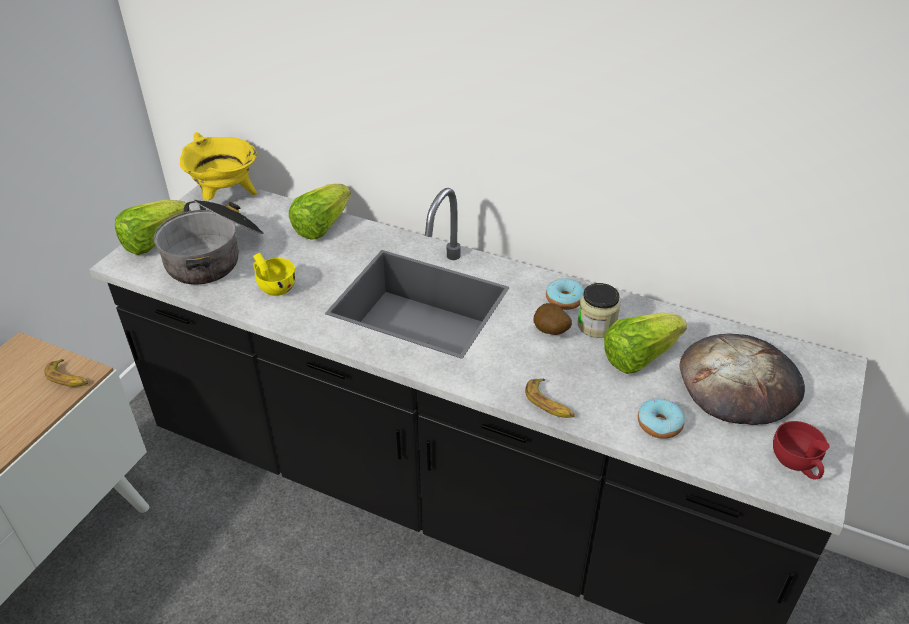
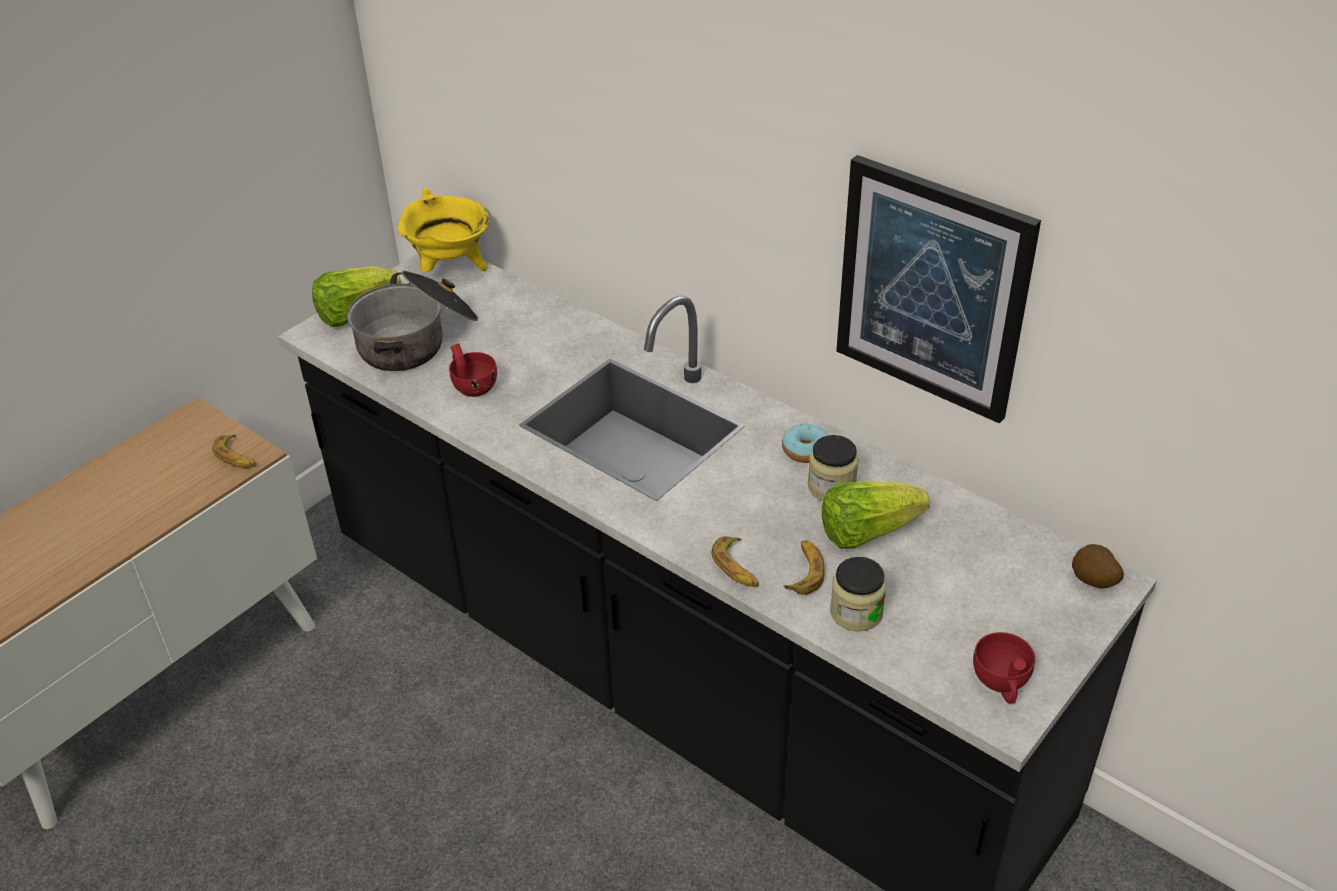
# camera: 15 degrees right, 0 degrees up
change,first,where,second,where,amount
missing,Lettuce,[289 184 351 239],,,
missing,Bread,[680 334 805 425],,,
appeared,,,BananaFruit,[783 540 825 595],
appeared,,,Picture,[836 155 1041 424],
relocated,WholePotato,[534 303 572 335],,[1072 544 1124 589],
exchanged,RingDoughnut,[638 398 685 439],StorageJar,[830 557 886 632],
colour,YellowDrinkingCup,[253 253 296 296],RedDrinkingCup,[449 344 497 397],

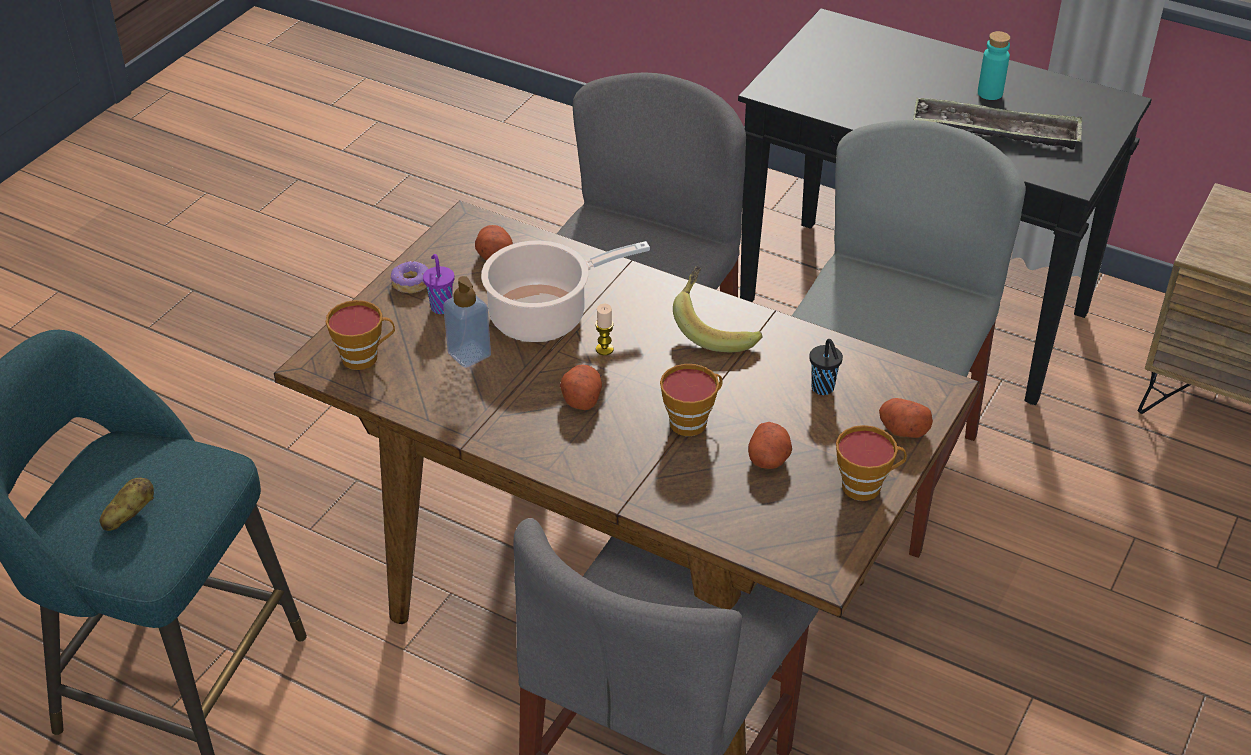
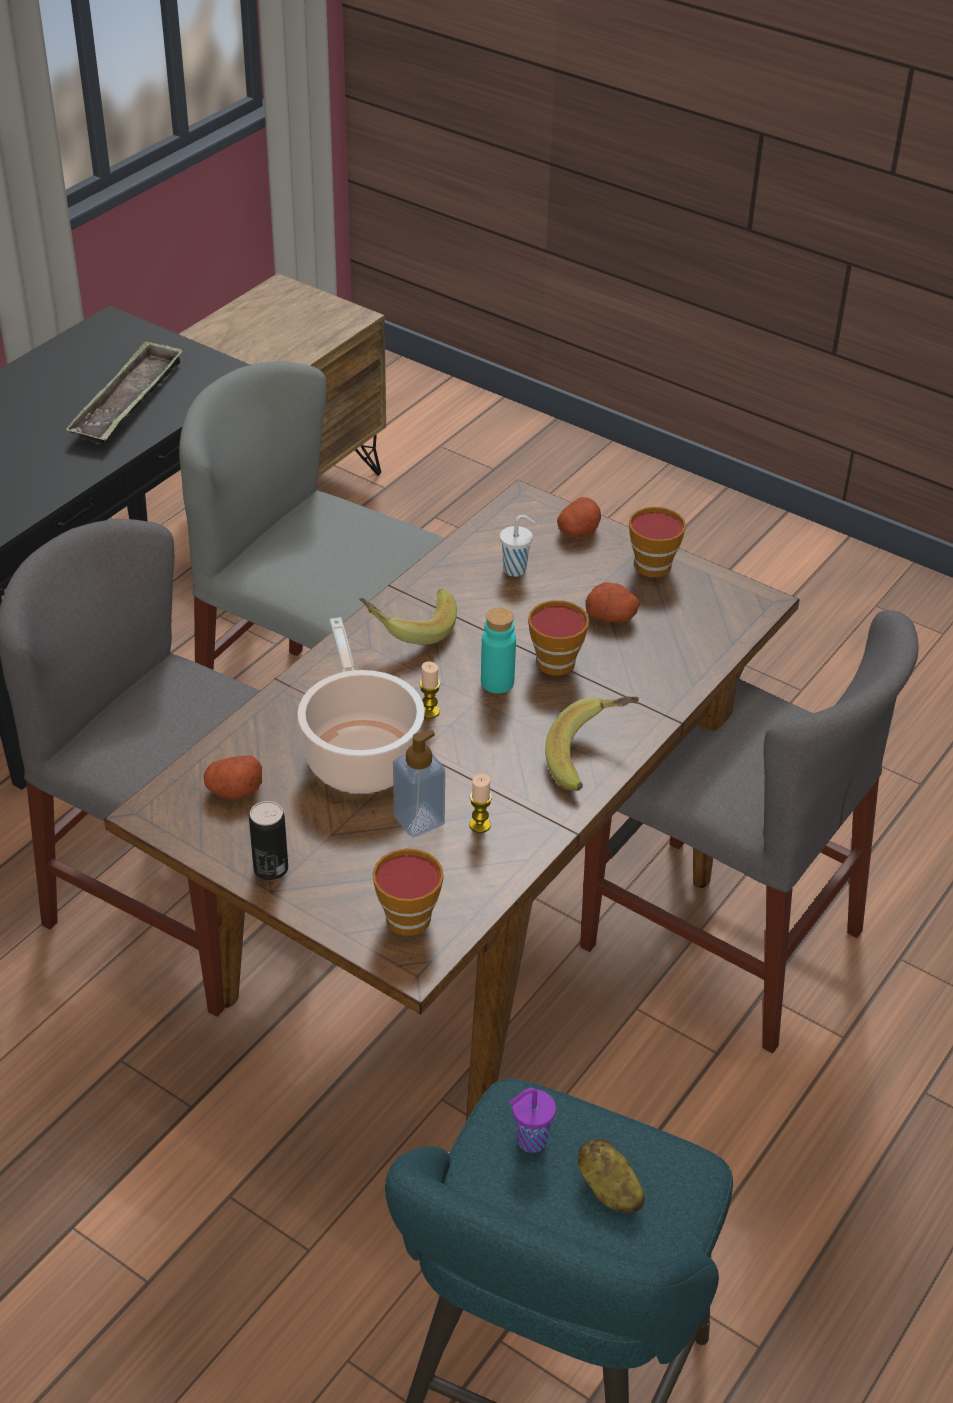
# camera: 85 degrees left, 0 degrees up
change,first,where,second,where,amount
missing,WholePotato,[560 364 602 410],,,
appeared,,,Candle,[469 774 492 833],
appeared,,,BananaFruit,[545 696 639 791],
relocated,PurpleColouredDrinkingCup,[423 254 454 314],,[509 1088 556 1153],
relocated,TurquoiseBottle,[978 31 1010 100],,[481 608 516 693],
exchanged,RingDoughnut,[390 261 428 293],SealedCan,[249 801 288 880],
colour,BlackColouredDrinkingCup,[809 339 843 395],WhiteDrinkingCup,[500 515 536 577],

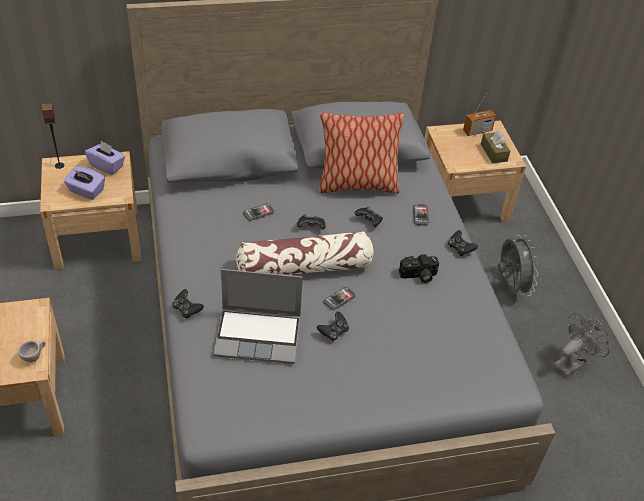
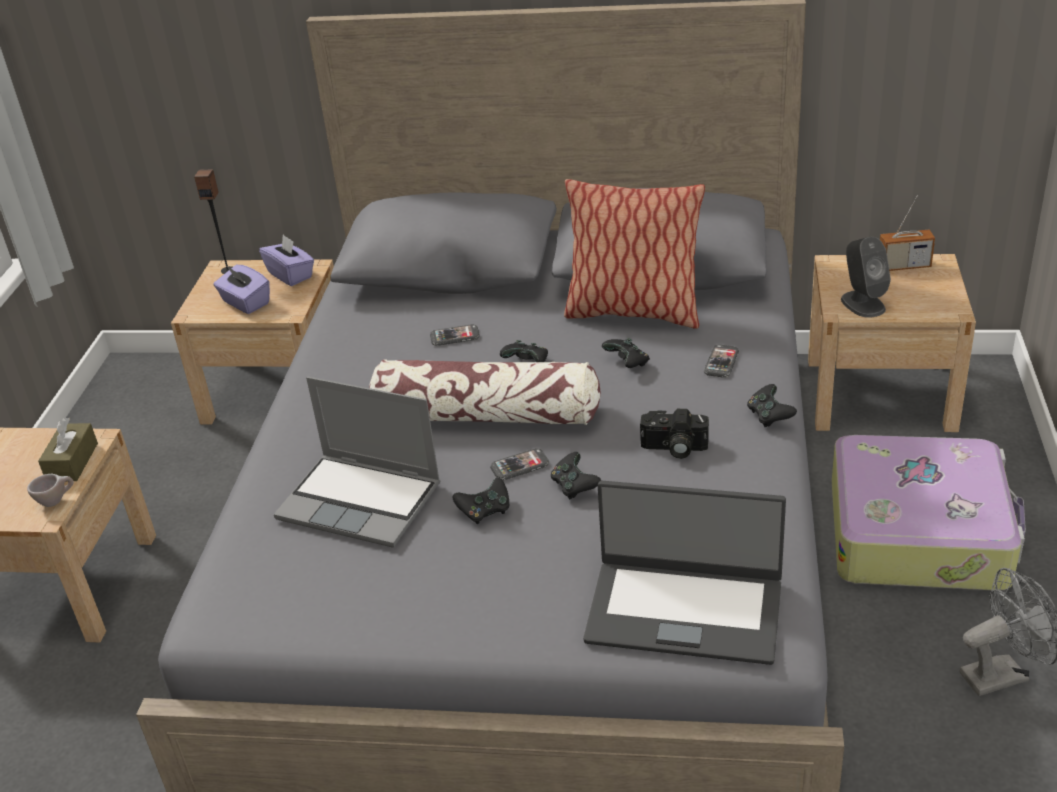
# camera: 25 degrees right, 10 degrees down
change,first,where,second,where,amount
appeared,,,Laptop,[583 481 786 665],
appeared,,,GreyLoudspeaker,[841 237 891 318],
relocated,BlackColouredGameController,[172 289 204 319],,[551 452 601 499],
relocated,BrownTissueHolder,[481 130 510 164],,[38 418 98 481],
exchanged,GreyElectricFan,[498 235 538 296],Suitcase,[832 435 1026 590],

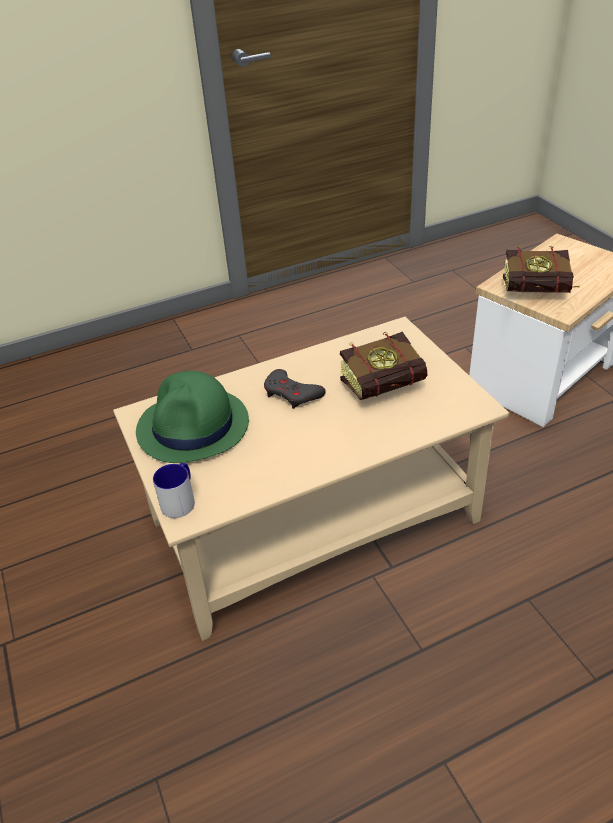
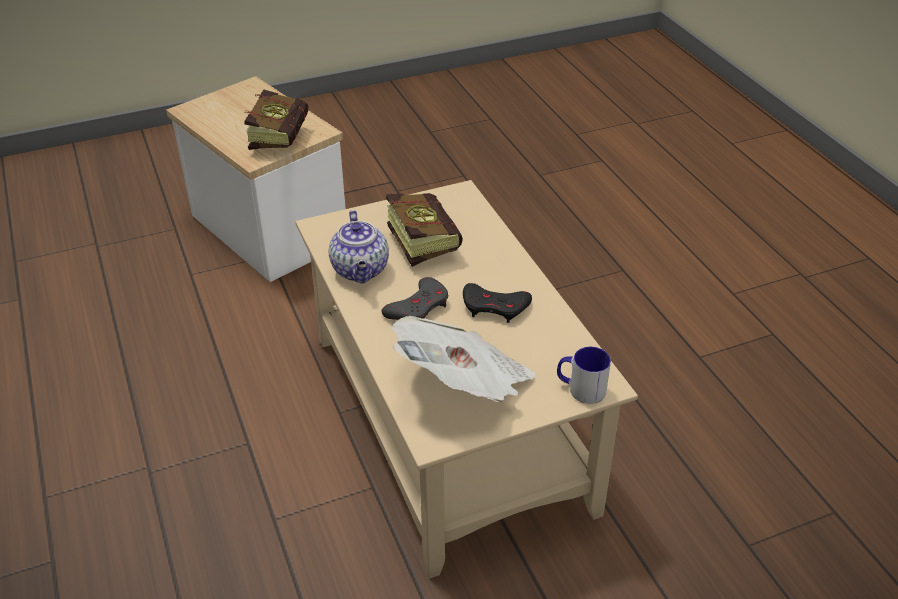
# camera: 90 degrees left, 0 degrees up
change,first,where,second,where,amount
appeared,,,TeaPot,[329 210 389 283],
appeared,,,BlackColouredGameController,[463 283 532 323],
exchanged,GreenColouredWearableHat,[136 371 249 463],PrintedPaper,[391 316 536 402],

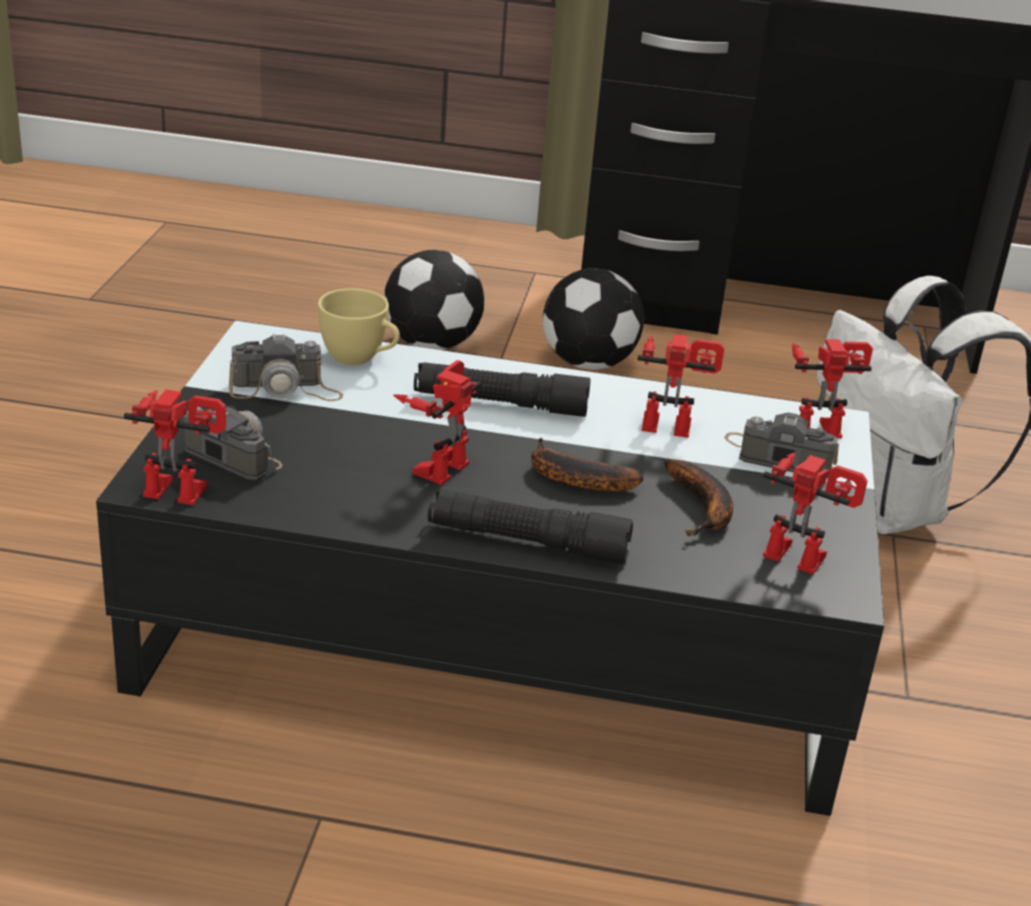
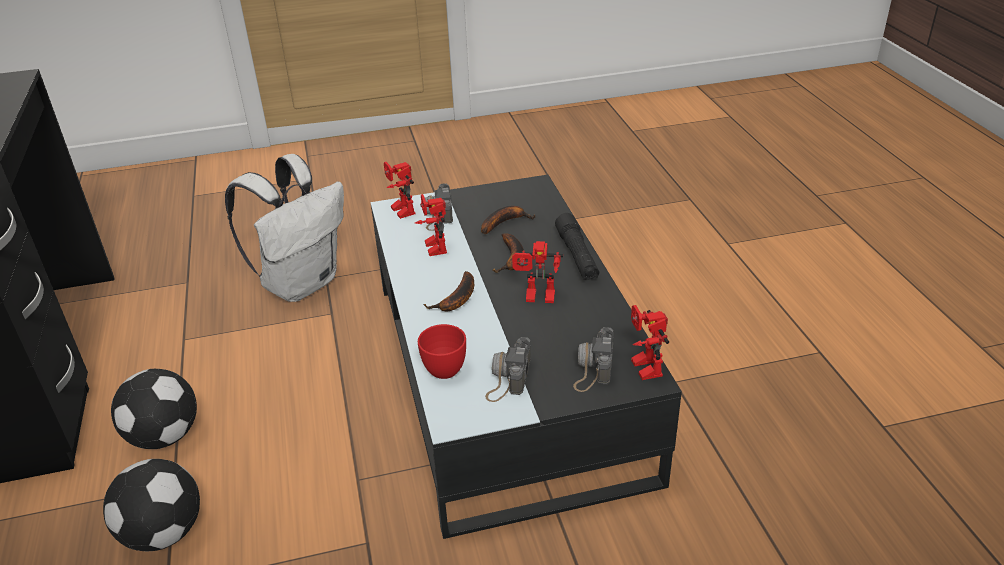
# camera: 110 degrees left, 5 degrees up
change,first,where,second,where,amount
missing,ModelRobot,[763 453 868 574],,,
exchanged,BlackColouredFlashlight,[414 362 591 417],BananaFruit,[424 271 474 311],
colour,YellowDrinkingCup,[318 288 400 365],RedDrinkingCup,[418 324 466 379],
spun,StillCamera,[229 333 343 401],,[485 337 531 402],135 degrees counterclockwise

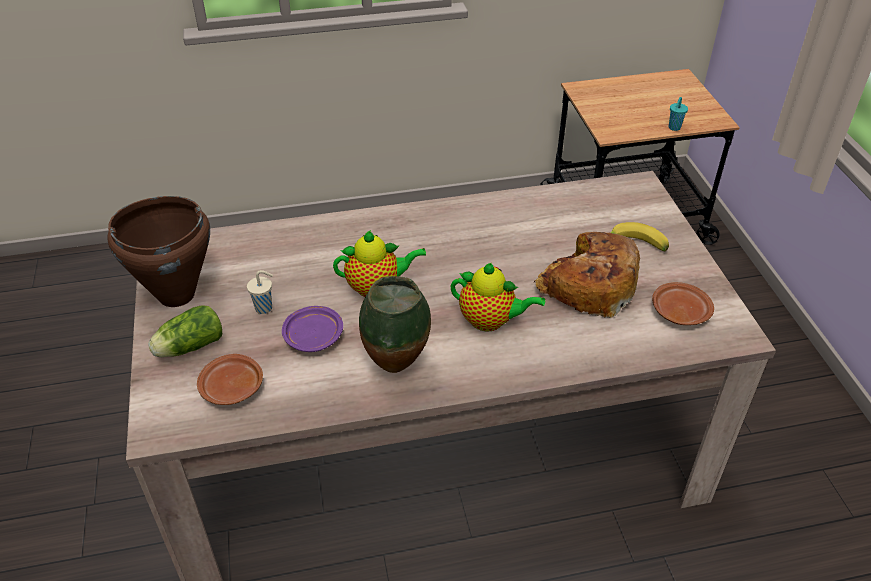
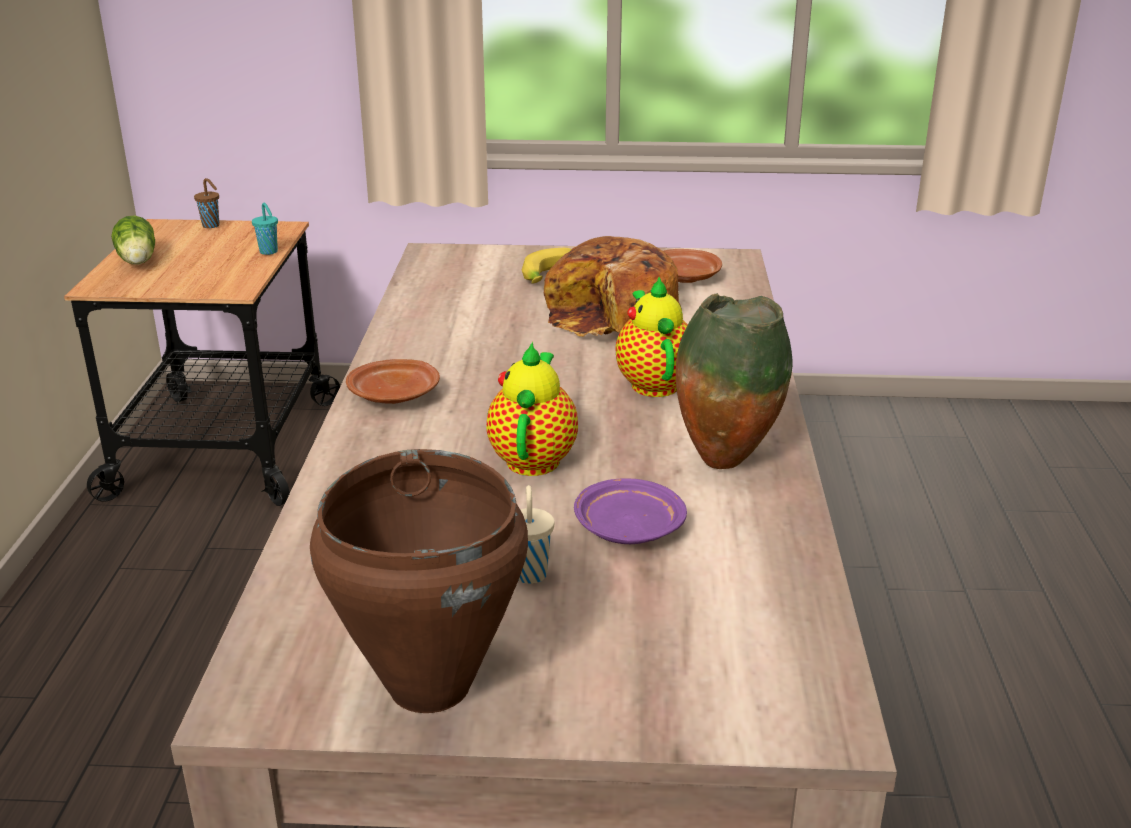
# camera: 75 degrees left, 15 degrees down
change,first,where,second,where,amount
appeared,,,BrownDrinkingCup,[194 178 219 228],
relocated,Lettuce,[148 305 222 357],,[111 215 155 265],
relocated,BrownFlatDish,[197 354 263 405],,[346 359 440 404],
spun,TeaPot,[451 263 545 331],,[615 277 688 397],45 degrees counterclockwise

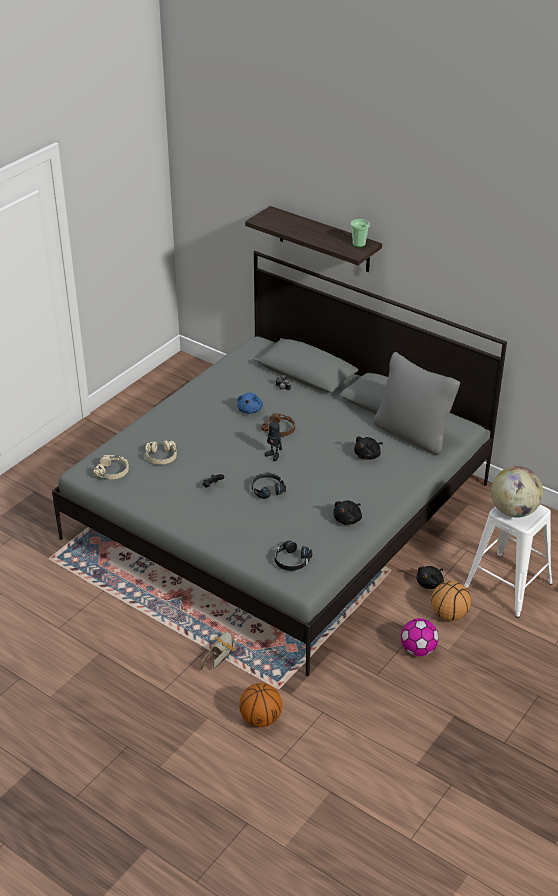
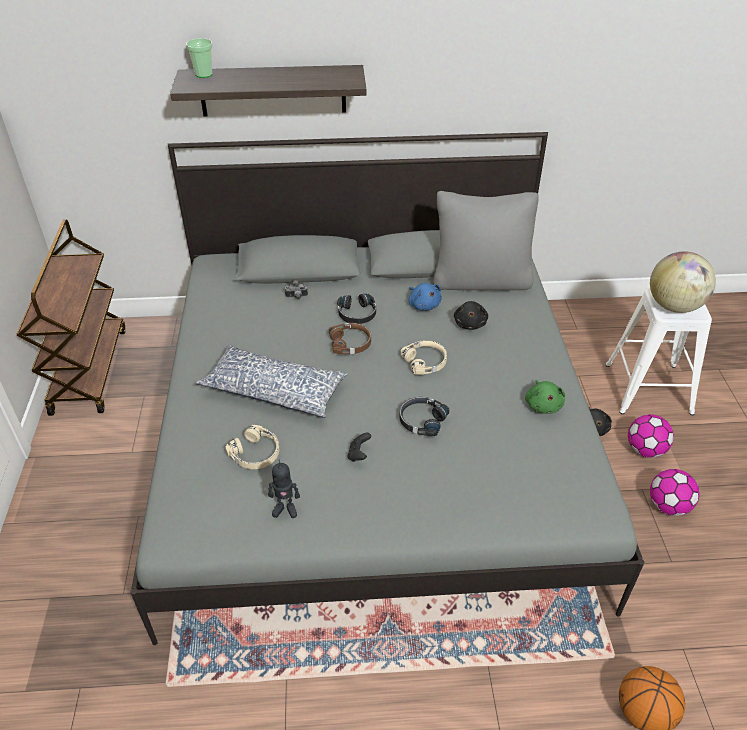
# camera: 40 degrees left, 5 degrees up
change,first,where,second,where,amount
missing,Shoe,[201 632 236 670],,,
appeared,,,BrownWheeledCart,[17 220 125 416],
appeared,,,ThrowPillow,[196 344 348 418],
relocated,BeigeColouredPairOfHeadphones,[93 455 129 479],,[400 340 447 375],
relocated,BlueSoftToy,[237 393 263 414],,[408 283 442 311],
relocated,ModelRobot,[265 421 282 461],,[268 459 300 518],
relocated,BlackColouredPairOfHeadphones,[275 540 312 571],,[337 294 376 324],
relocated,DrinkingCup,[351 219 370 247],,[186 38 213 78],
exchanged,BallForBasketball,[431 581 471 621],Football,[628 414 674 458],
colour,BlackColouredSoftToy,[333 500 362 525],GreenColouredSoftToy,[525 380 565 414],

